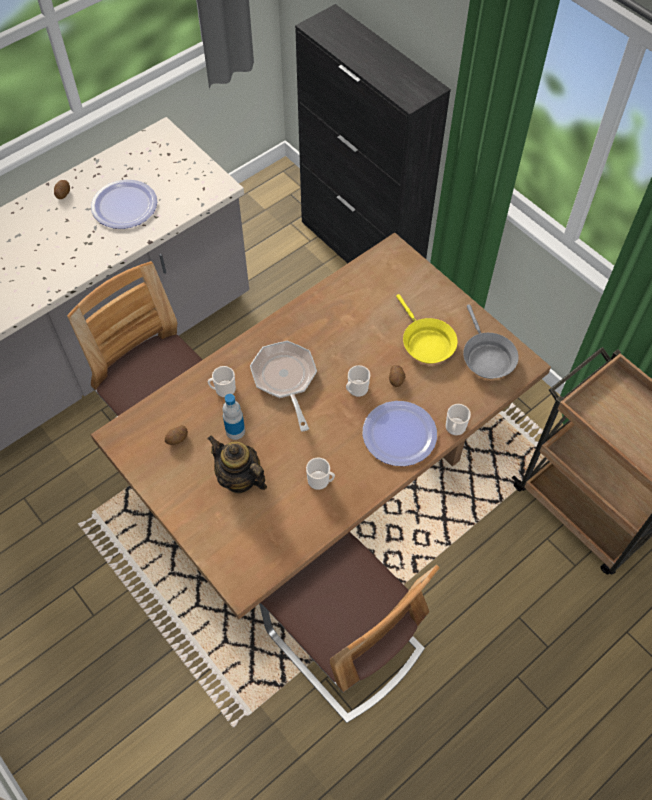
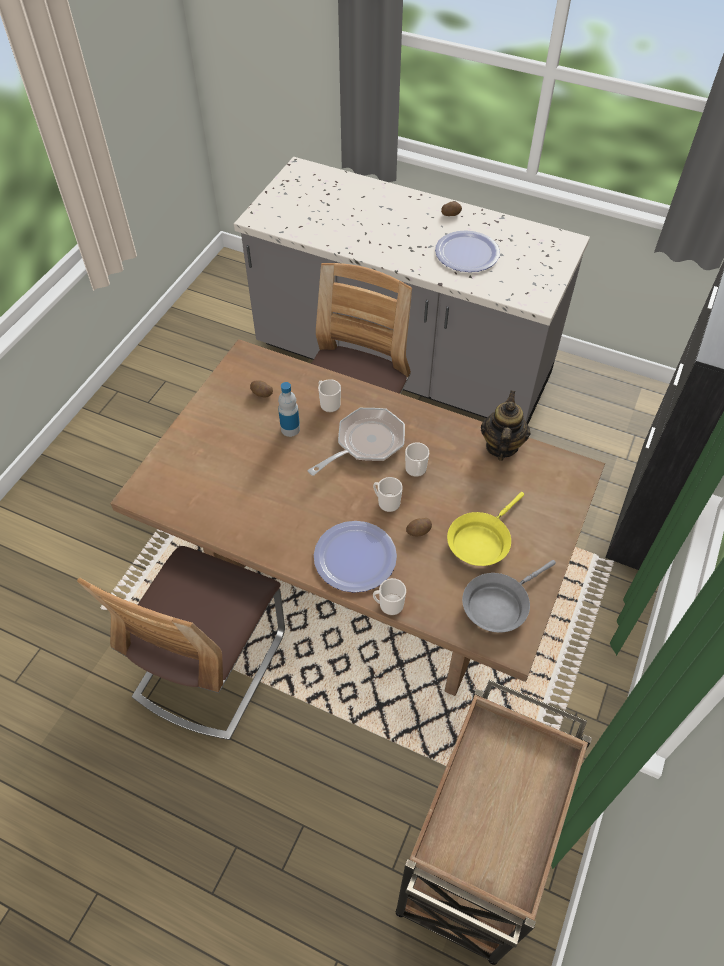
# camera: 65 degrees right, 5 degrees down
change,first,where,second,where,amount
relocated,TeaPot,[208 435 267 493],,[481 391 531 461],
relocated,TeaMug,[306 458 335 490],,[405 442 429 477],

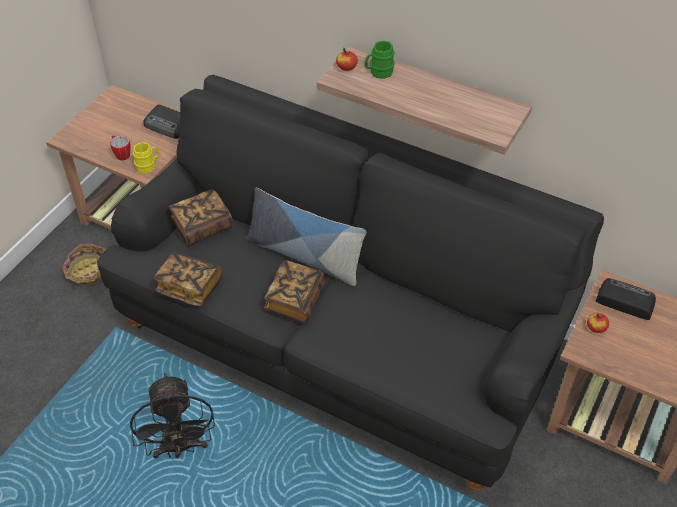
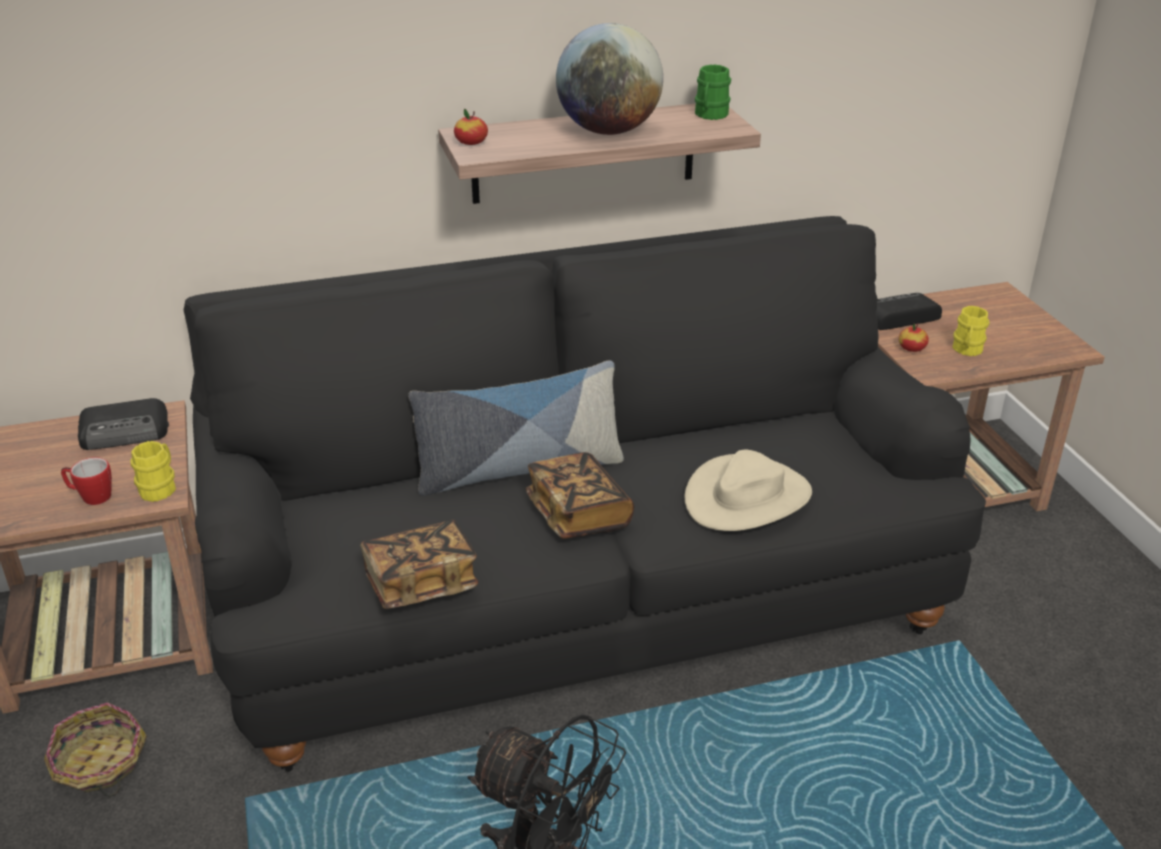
# camera: 45 degrees left, 15 degrees down
change,first,where,second,where,amount
missing,Volume,[169 189 232 246],,,
appeared,,,Globe,[556 23 663 135],
appeared,,,BeigeColouredWearableHat,[685 450 812 531],
appeared,,,YellowTeaMug,[952 306 990 356],
relocated,GreenColouredTeaMug,[365 41 395 79],,[695 64 731 120],

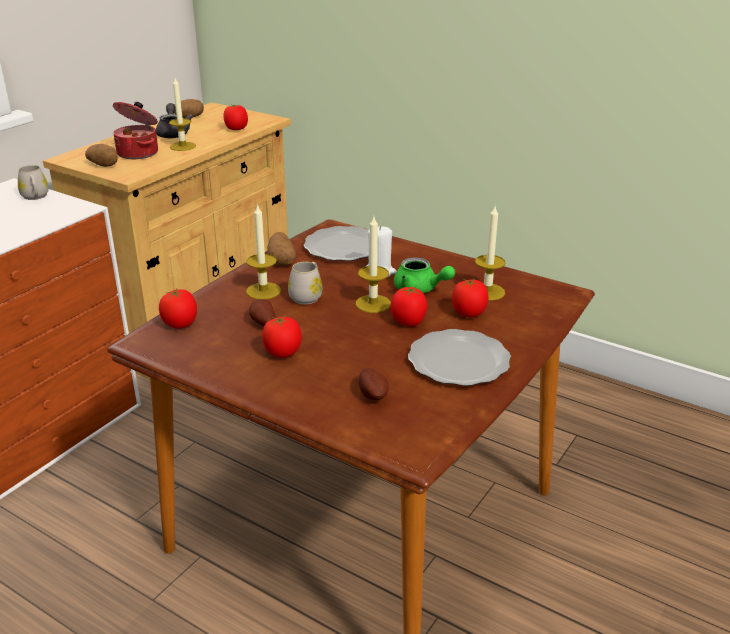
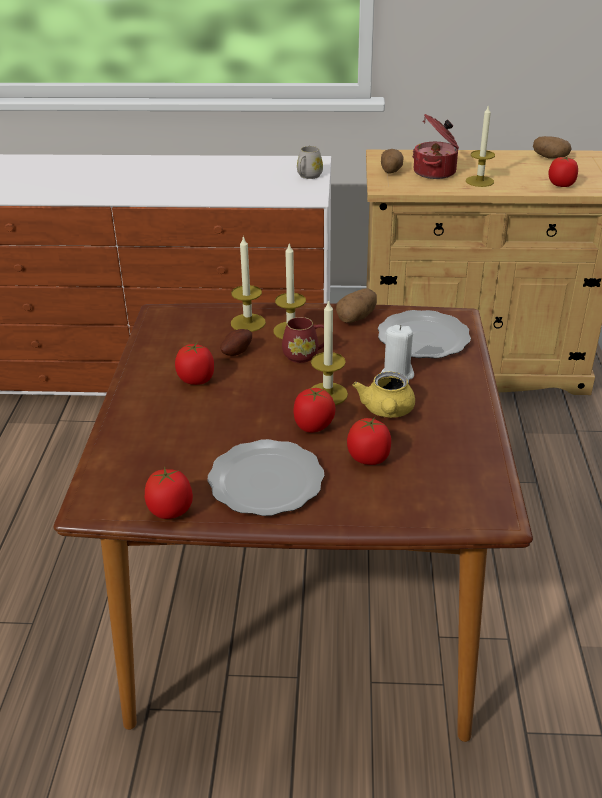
# camera: 60 degrees right, 5 degrees up
change,first,where,second,where,amount
missing,GreyTeaPot,[156 103 193 138],,,
missing,WholePotato,[359 368 389 400],,,
relocated,Tomato,[159 289 197 329],,[145 466 193 519],
relocated,Candle,[475 206 505 301],,[231 235 266 332],
colour,WhiteTeaMug,[288 262 322 305],RedTeaMug,[282 317 324 363],
colour,GreenColouredTeaPot,[394 257 455 293],YellowTeaPot,[353 372 415 418],

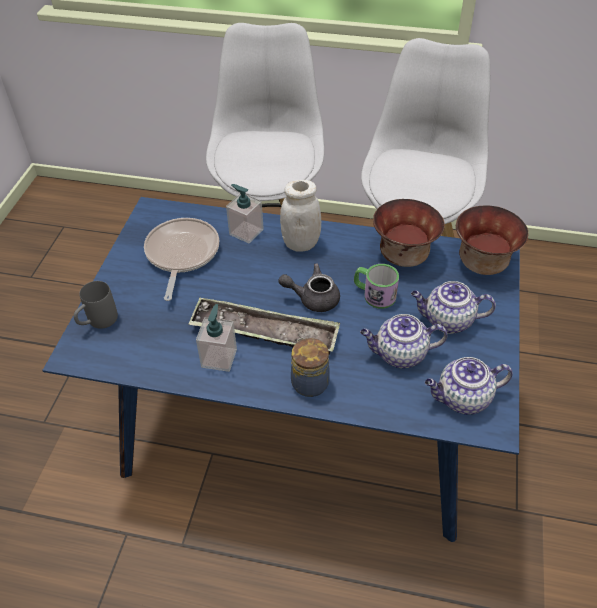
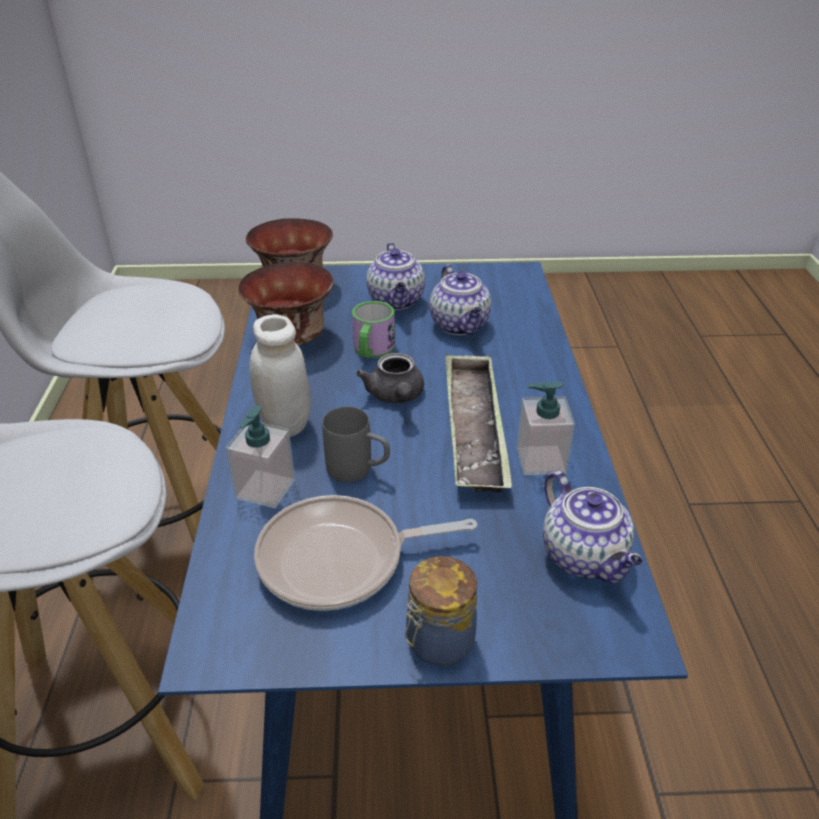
# camera: 105 degrees left, 10 degrees down
change,first,where,second,where,amount
relocated,GreyTeaMug,[74 281 118 329],,[322 406 390 482],
relocated,StorageJar,[291 338 330 397],,[405 556 477 666],
relocated,TeaPot,[425 357 513 415],,[543 471 643 583],

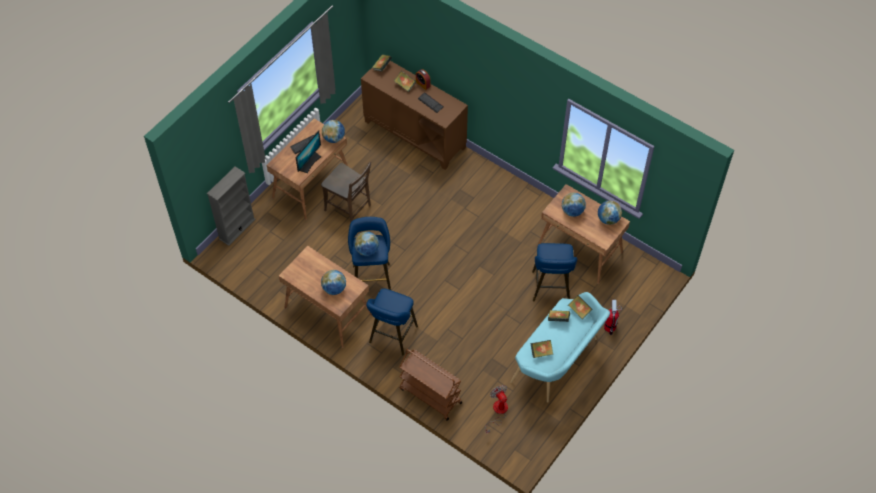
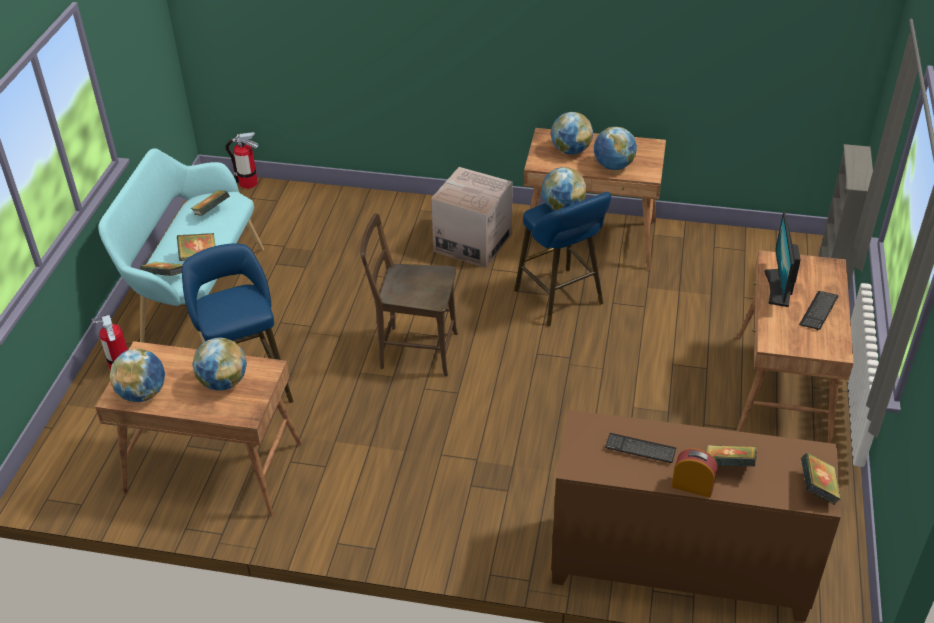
# camera: 155 degrees right, 15 degrees down
change,first,where,second,where,amount
missing,BrownWheeledCart,[399 349 462 421],,,
missing,ElectricFan,[485 385 508 434],,,
appeared,,,FireFightingCylinder,[226 132 258 189],
relocated,BrownUprightChair,[321 162 371 223],,[360 213 458 376],
relocated,Globe,[322 120 345 143],,[594 127 637 170],
exchanged,BlueStool,[366 288 418 355],CardboardBox,[431 167 513 268],

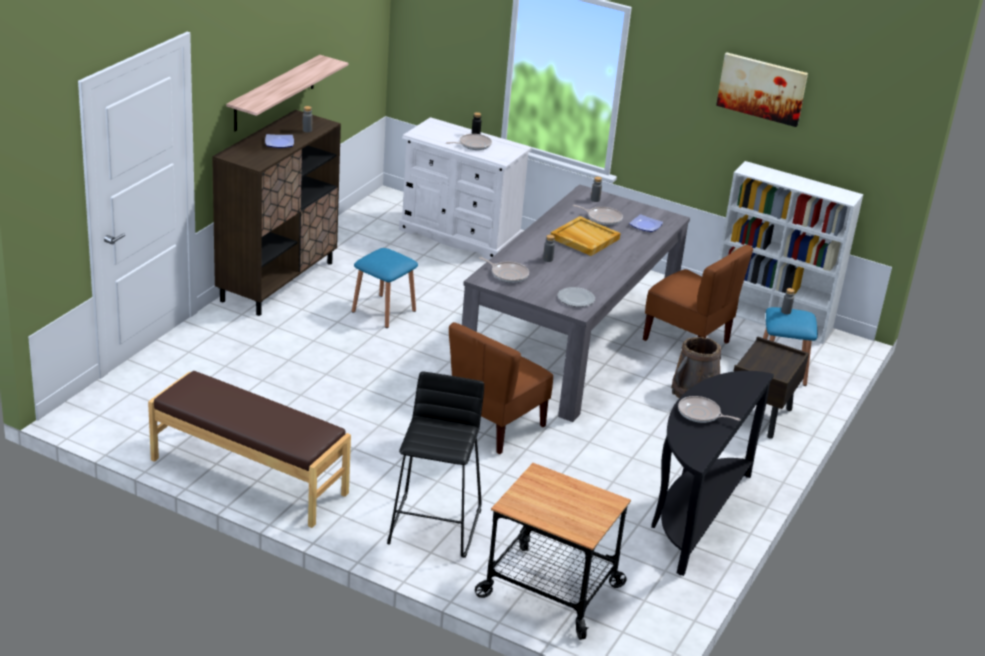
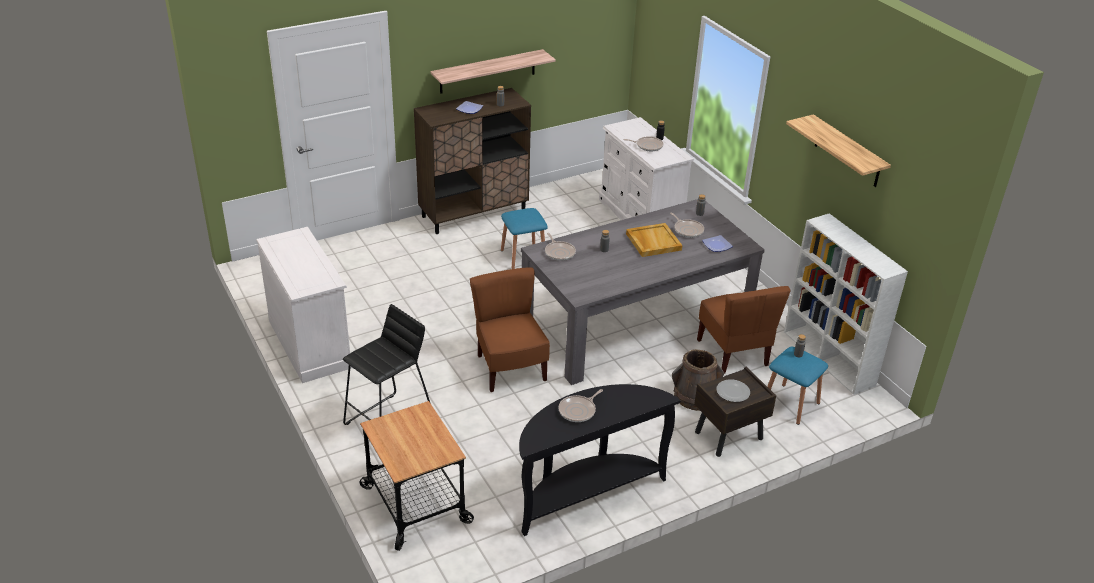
# camera: 35 degrees right, 5 degrees up
change,first,where,second,where,amount
relocated,FlatDish,[557 287 595 307],,[716 379 750 402],
exchanged,BrownIndoorBench,[148 371 351 528],WhiteChestOfDrawers,[256 227 352 383],
exchanged,Picture,[716 52 808 127],Shelf,[786 114 891 187],
spun,BrownUprightChair,[449 322 553 454],,[470 267 550 392],90 degrees clockwise
spun,Skillet,[678 396 741 423],,[559 389 603 422],105 degrees counterclockwise

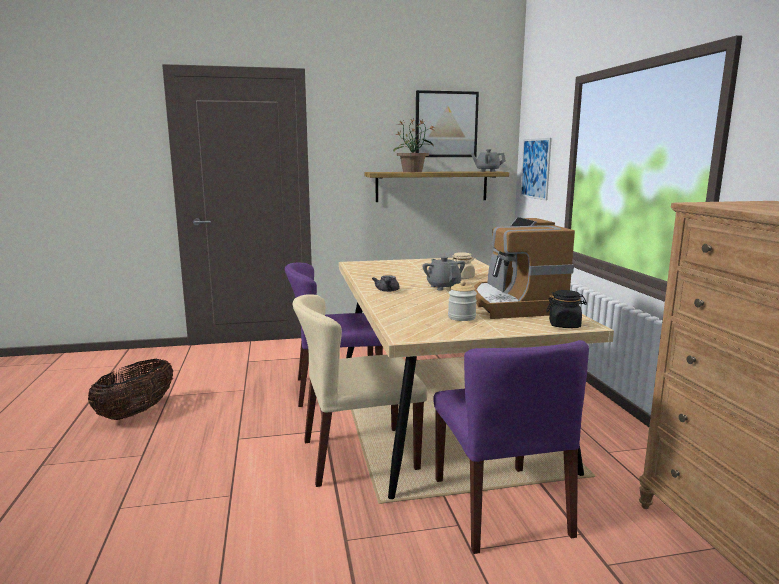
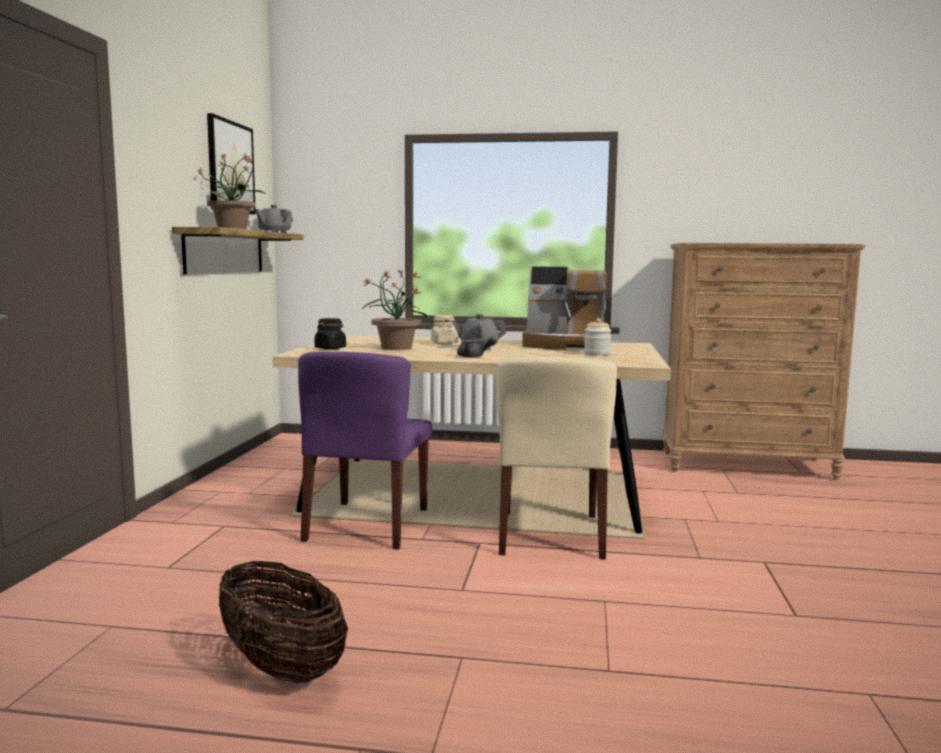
# camera: 70 degrees left, 5 degrees down
change,first,where,second,where,amount
missing,PurpleColouredUprightChair,[433 340 589 554],,,
missing,Picture,[520 138 552 201],,,
appeared,,,PottedPlant,[362 269 427 350],
relocated,BlackColouredStorageJar,[546 290 587 328],,[314 318 346 350],

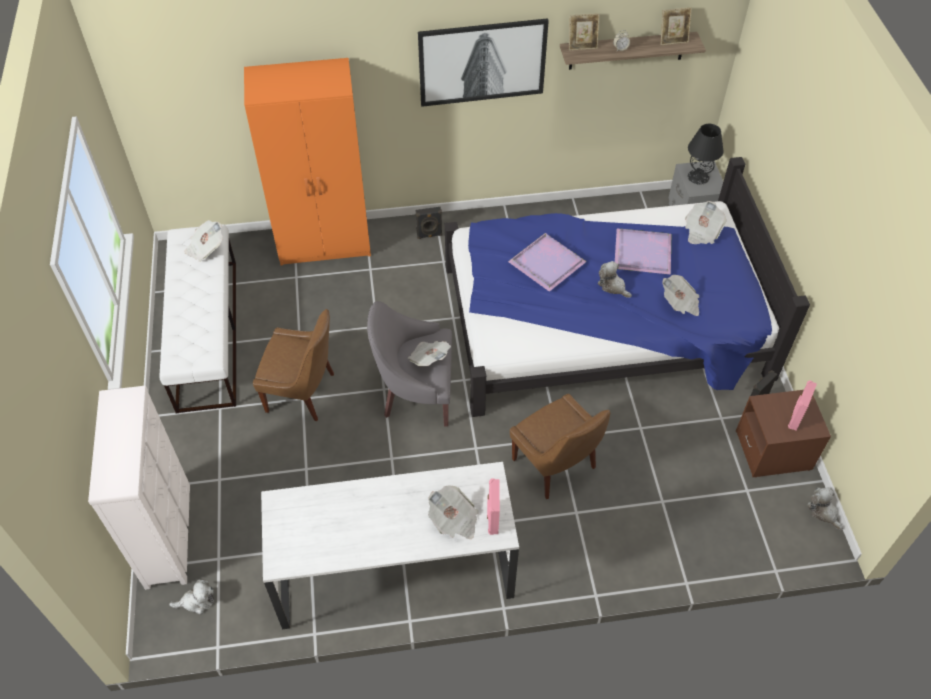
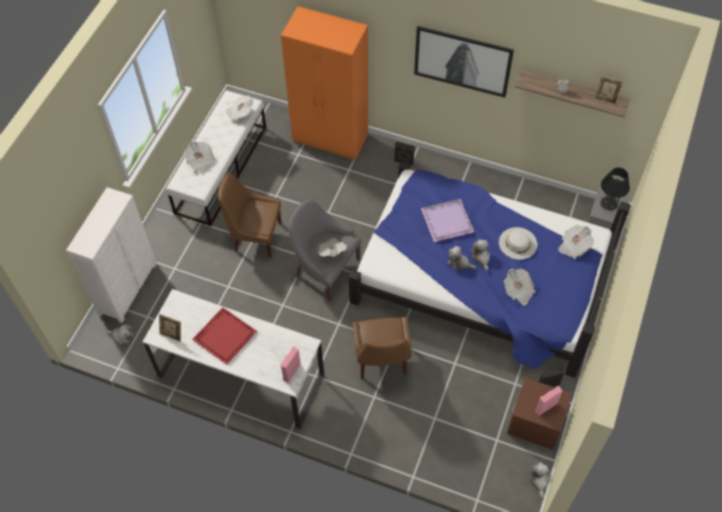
# camera: 30 degrees right, 5 degrees up
change,first,where,second,where,amount
appeared,,,RedTray,[192 307 257 365],
appeared,,,SoftToy,[448 246 476 269],
relocated,PrintedPaper,[428 486 479 539],,[184 141 216 174],
relocated,StandingFrame,[569 14 600 51],,[159 314 181 342],
exchanged,PurpleColouredTray,[615 229 671 275],WhiteWearableHat,[499 227 537 260],
spun,BrownUprightChair,[253 309 334 422],,[218 173 281 258],150 degrees clockwise

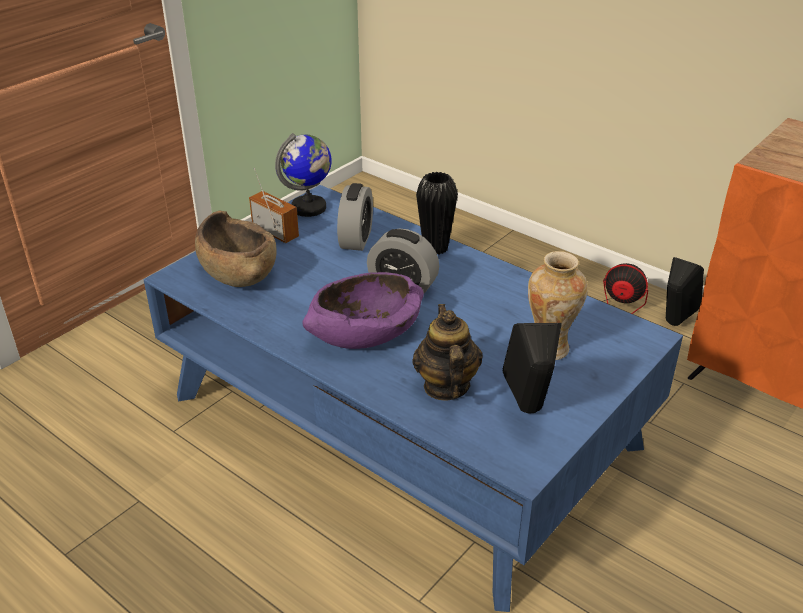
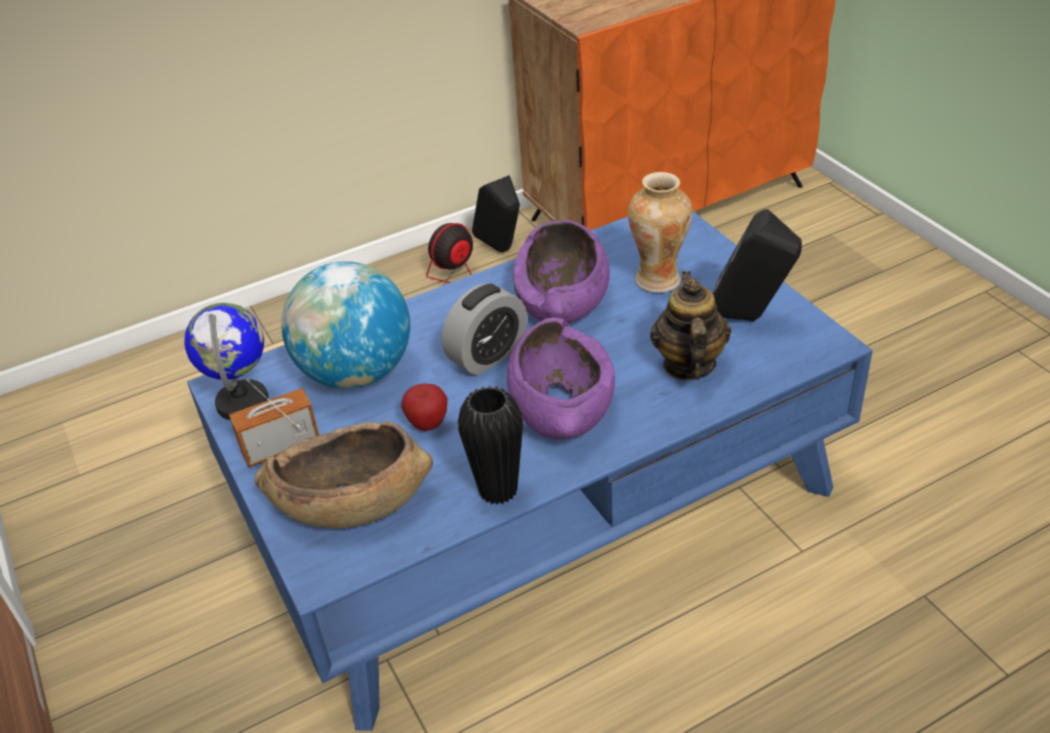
# camera: 65 degrees left, 5 degrees up
change,first,where,second,where,amount
appeared,,,WholeApple,[401 384 447 431],
appeared,,,PurpleColouredBowl,[513 220 610 323],
relocated,BlackColouredFlowerVase,[416 172 458 255],,[458 386 523 505],
exchanged,AlarmClock,[337 183 373 251],Globe,[281 261 410 389],
spun,TeaPot,[412 304 483 401],,[650 271 731 380],75 degrees clockwise

